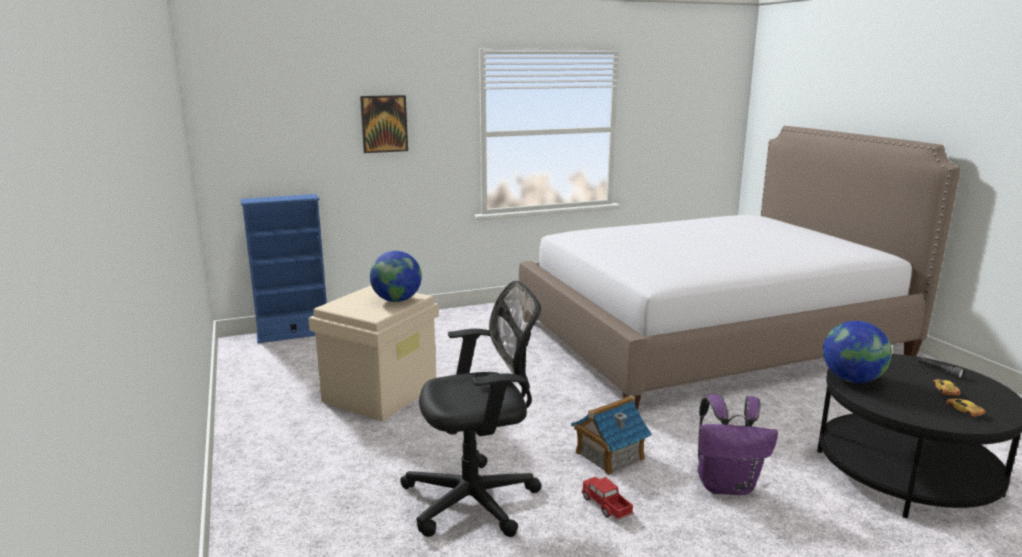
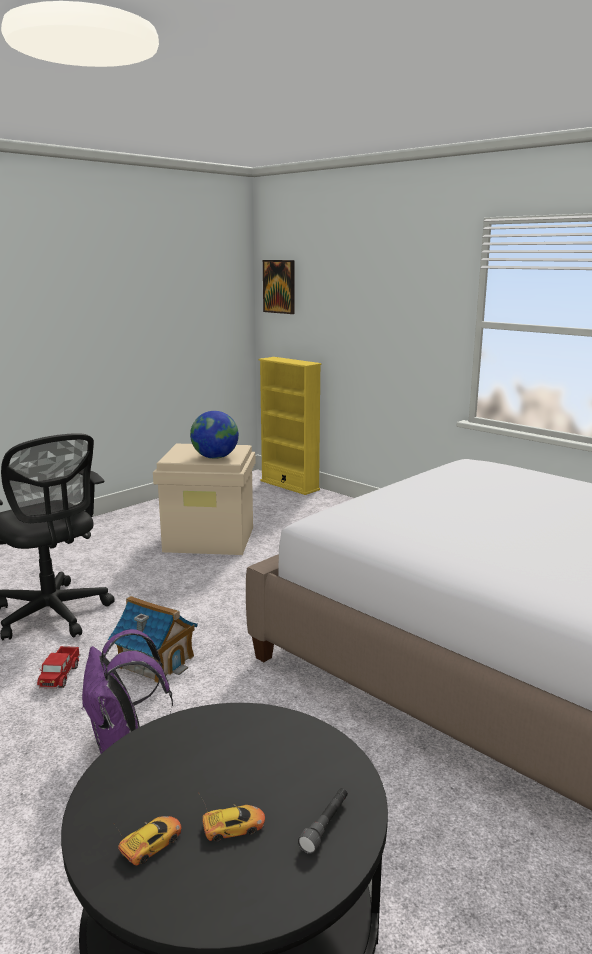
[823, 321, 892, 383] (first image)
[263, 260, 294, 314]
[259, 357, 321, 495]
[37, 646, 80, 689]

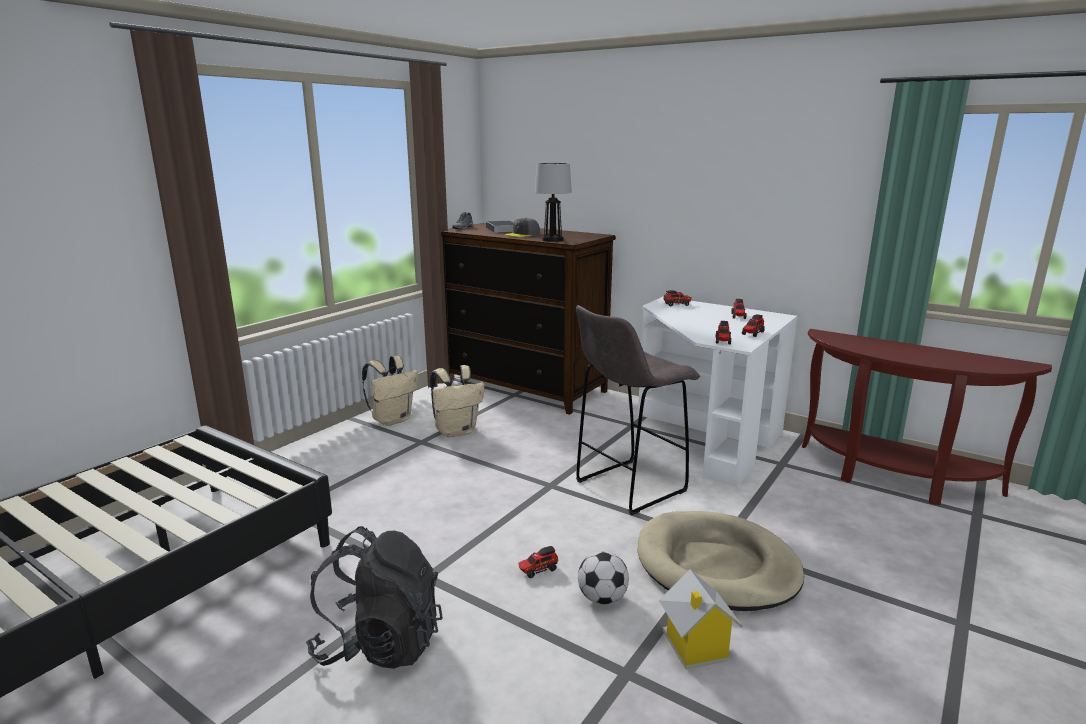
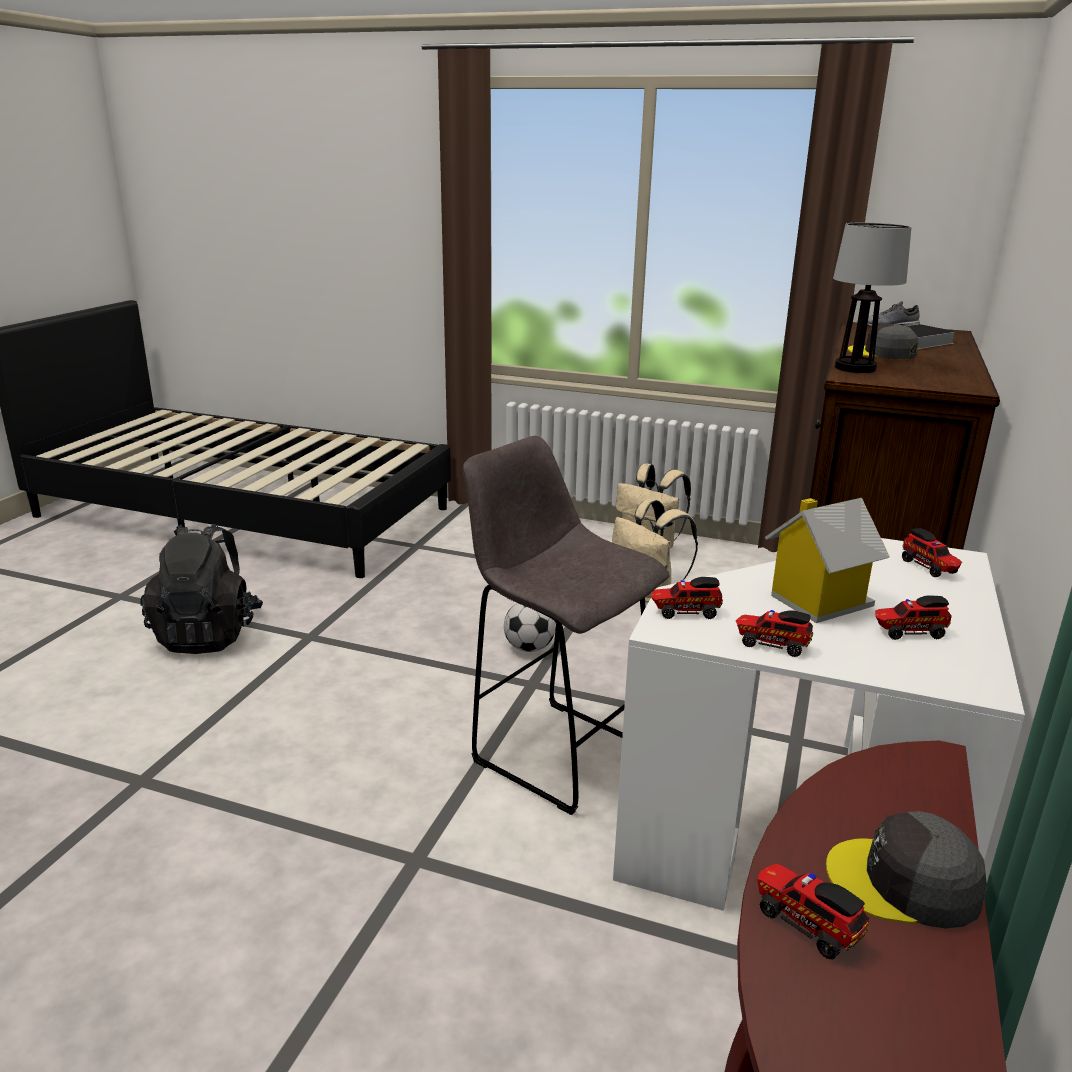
[638, 511, 804, 611] (first image)
[826, 811, 987, 929]
[757, 864, 869, 960]
[504, 603, 556, 652]
[765, 498, 890, 623]

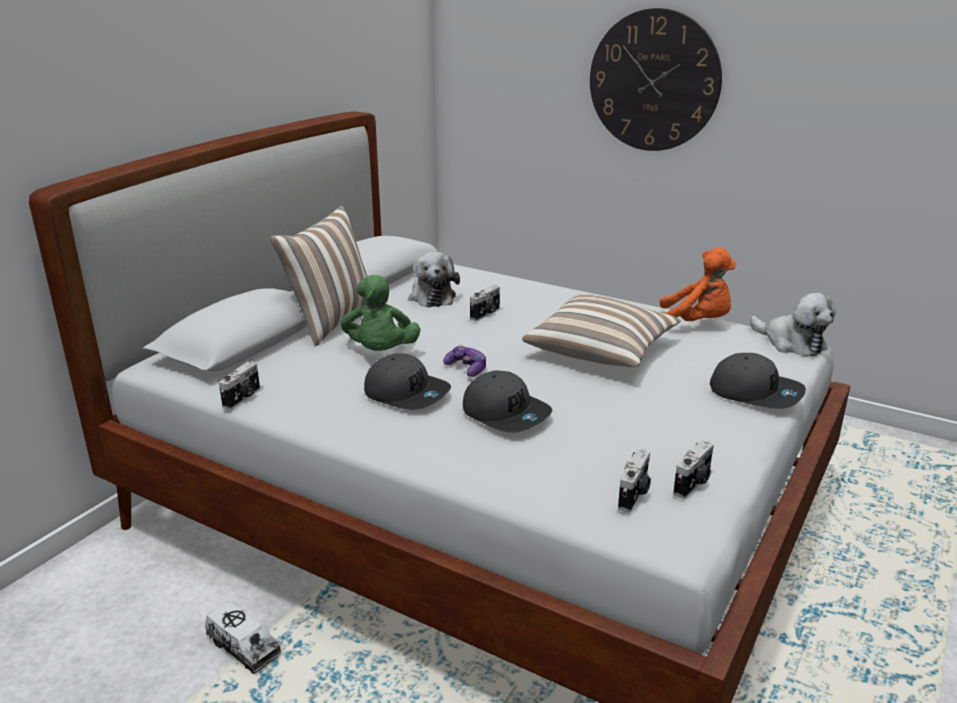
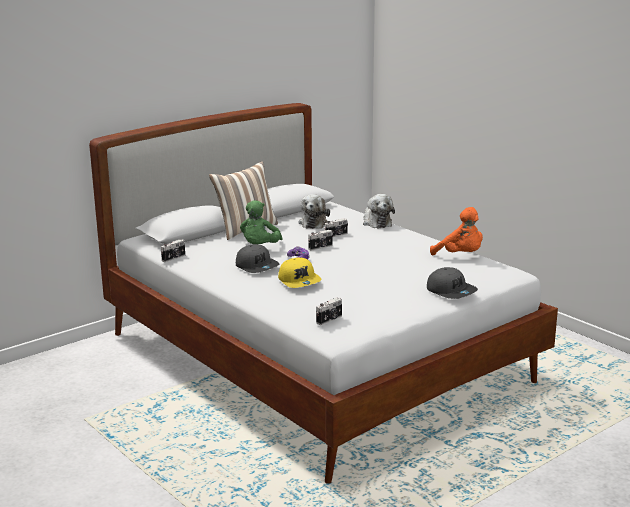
[205, 601, 281, 674] (first image)
[522, 294, 681, 367] (first image)
[590, 8, 722, 151] (first image)
[308, 230, 333, 250]
[363, 194, 395, 228]
[278, 257, 322, 288]

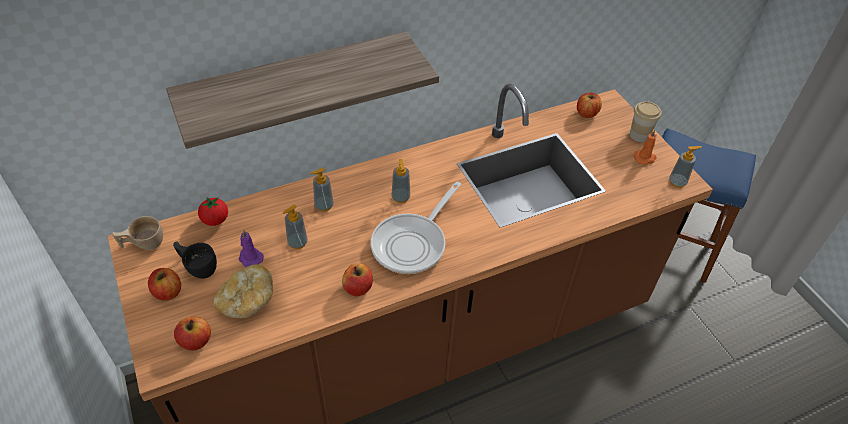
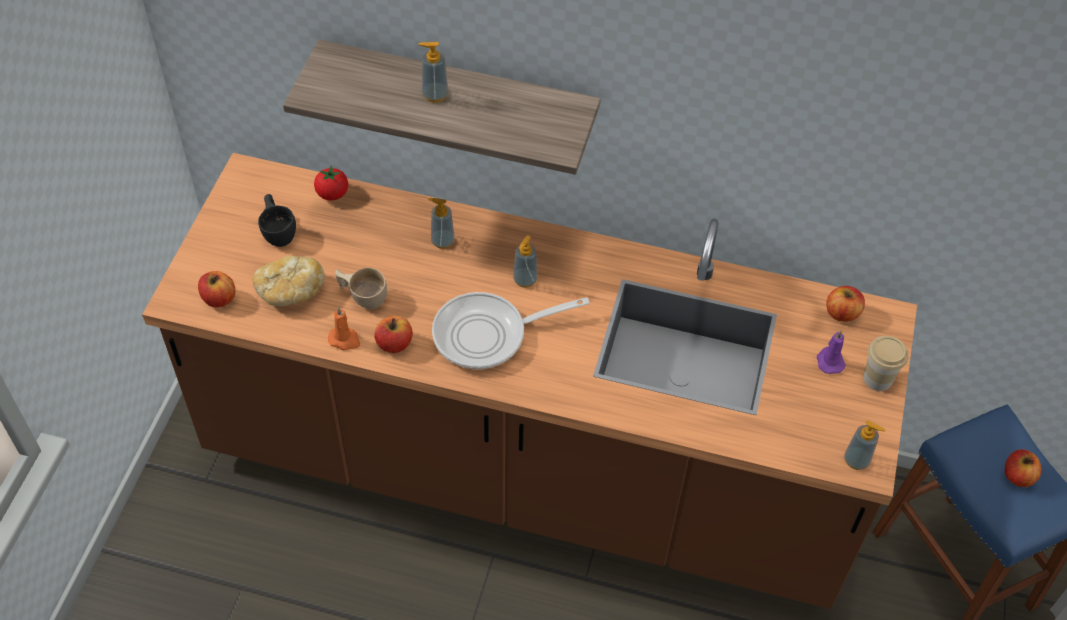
[335, 268, 387, 309]
[1005, 449, 1041, 487]
[817, 331, 846, 374]
[419, 42, 448, 103]
[328, 307, 360, 350]

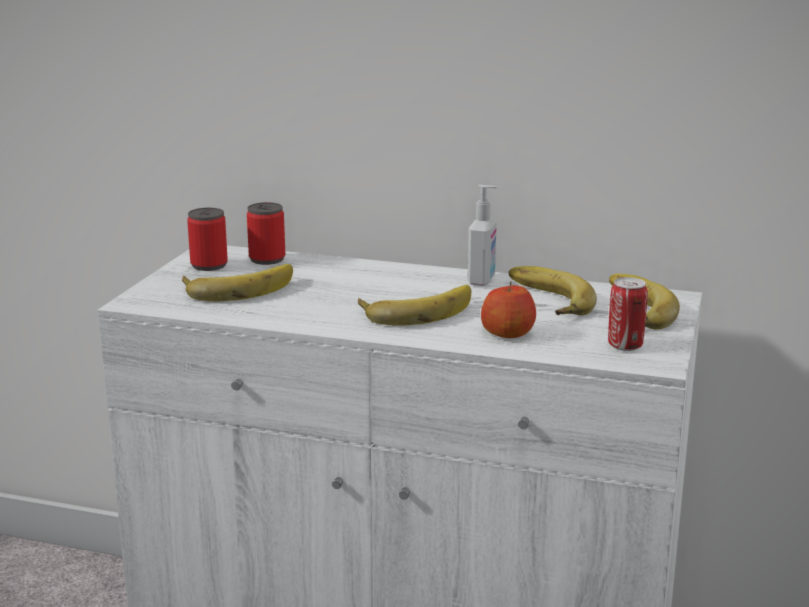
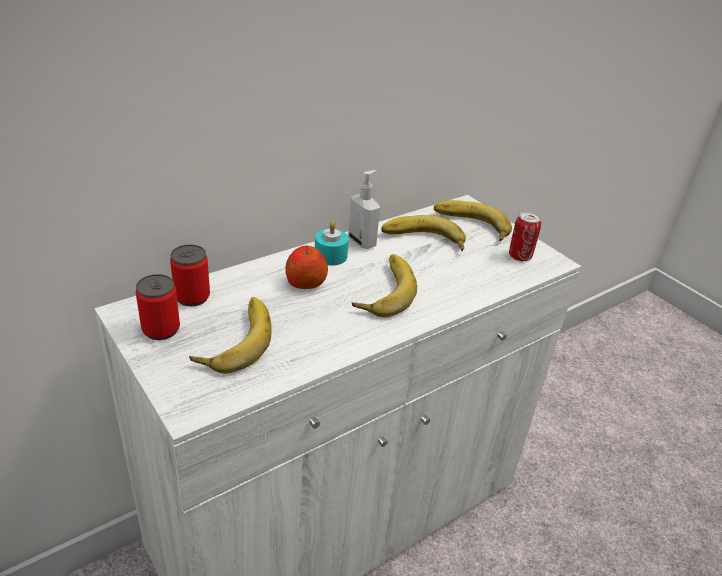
[315, 221, 349, 266]
[285, 246, 328, 289]

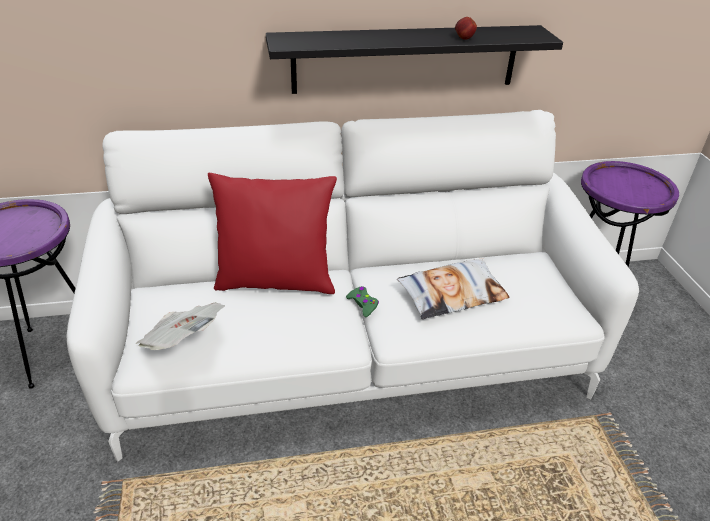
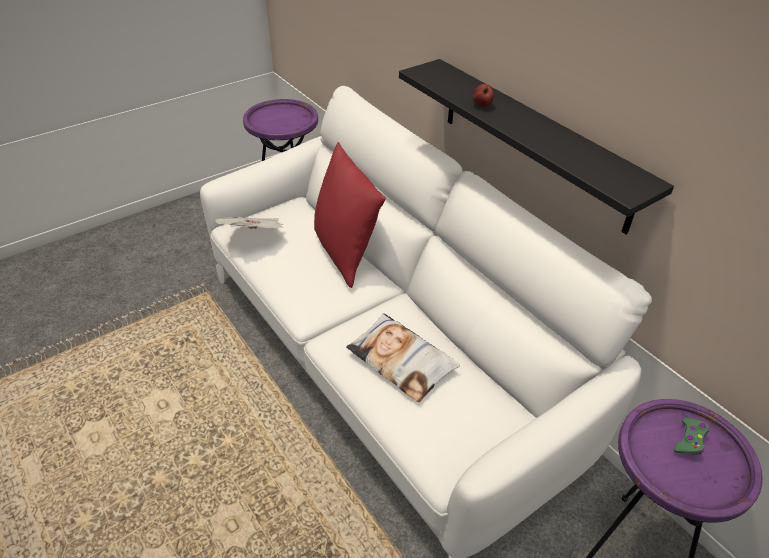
[674, 418, 710, 455]
[473, 84, 494, 107]

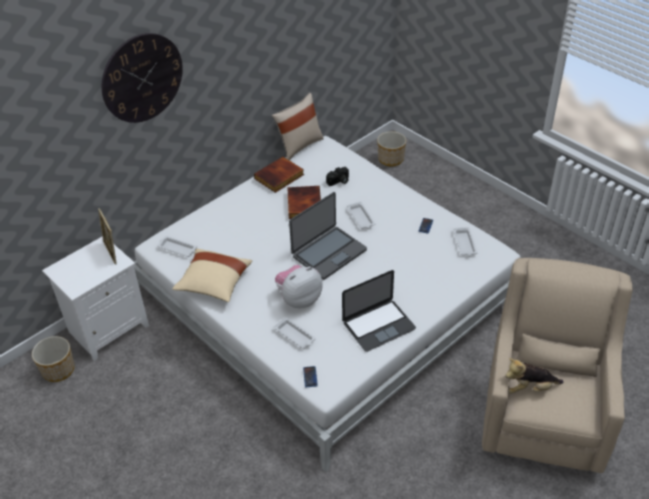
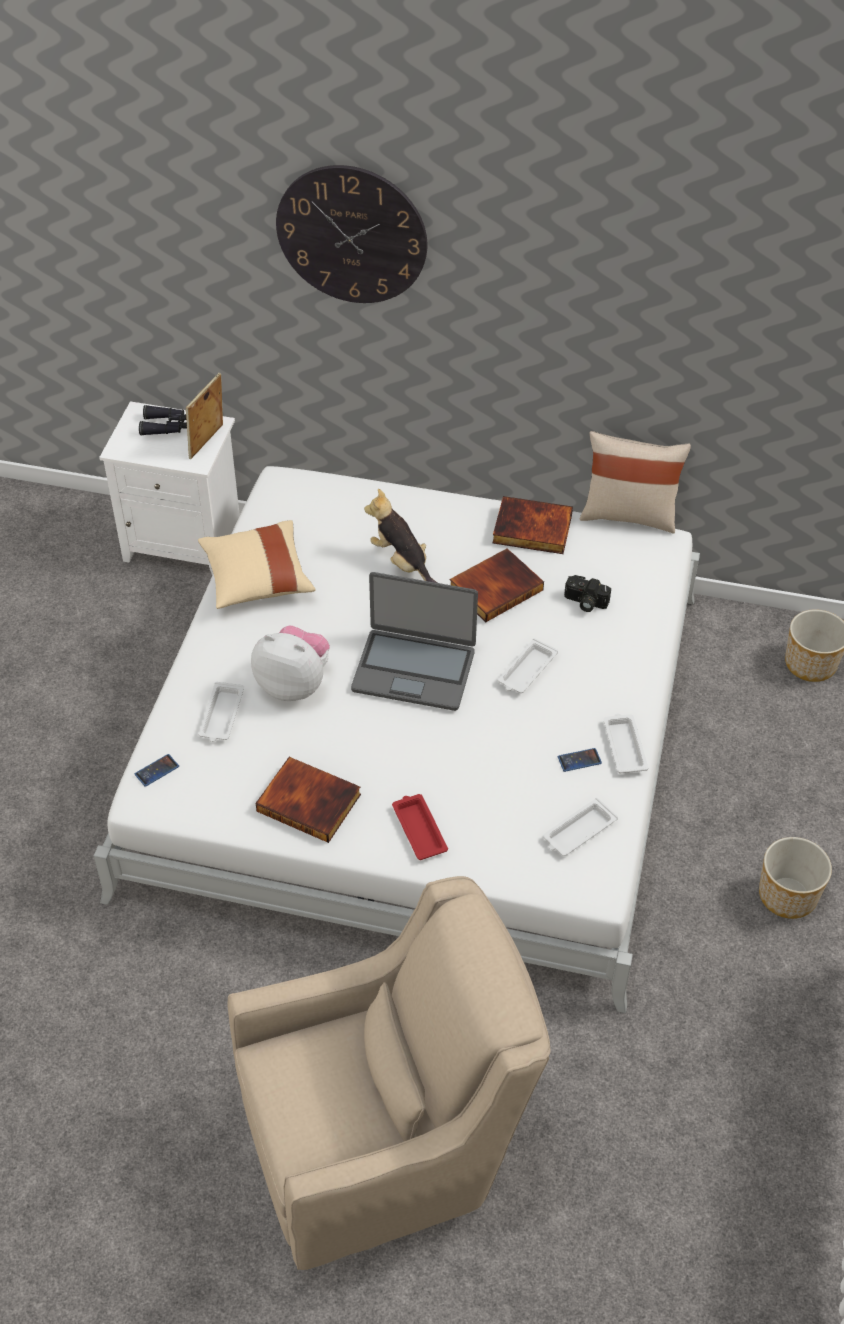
[139, 405, 187, 436]
[392, 794, 448, 860]
[759, 837, 832, 919]
[603, 714, 648, 773]
[364, 489, 437, 583]
[256, 757, 361, 843]

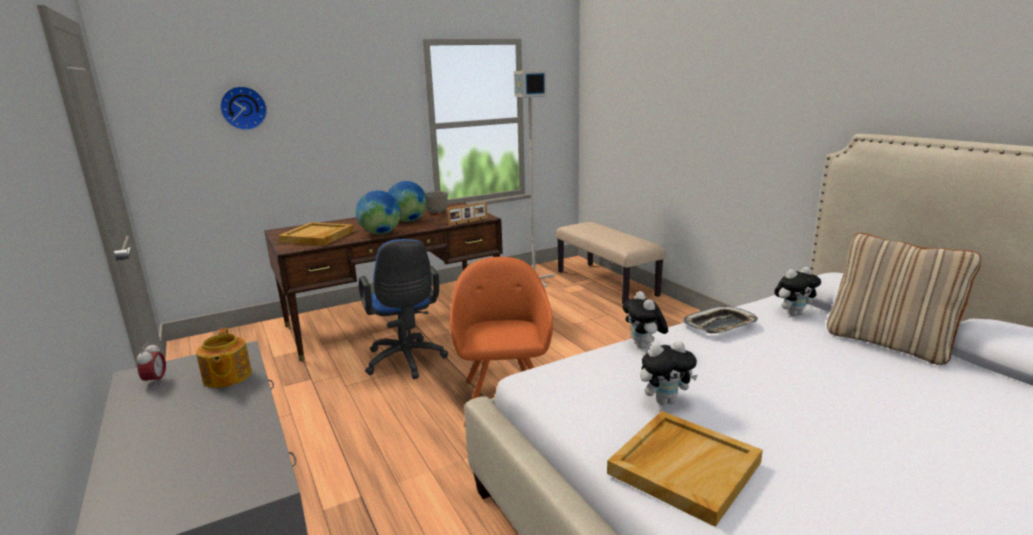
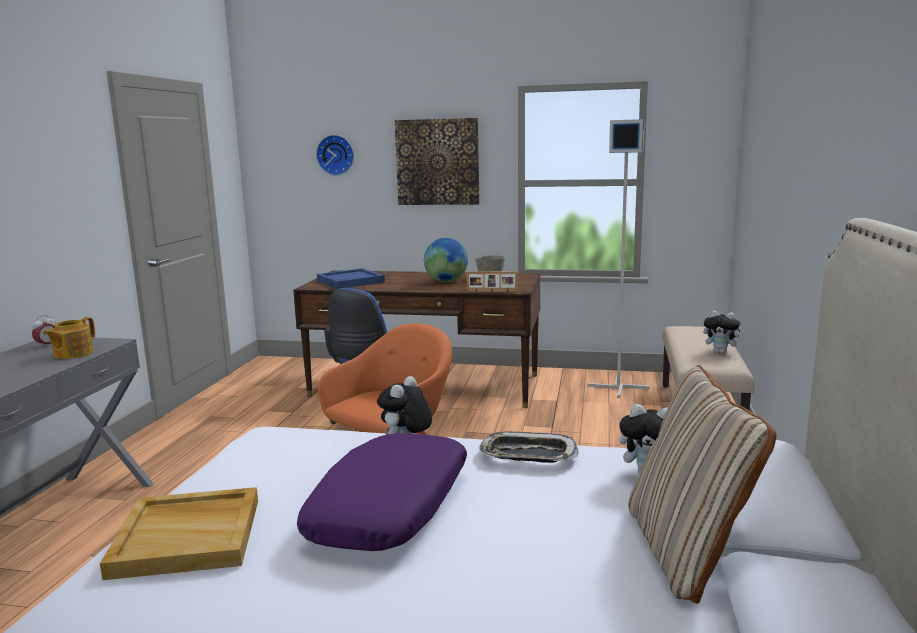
[356, 190, 401, 234] (first image)
[297, 433, 467, 551]
[395, 118, 479, 205]
[703, 311, 744, 354]
[317, 268, 385, 289]

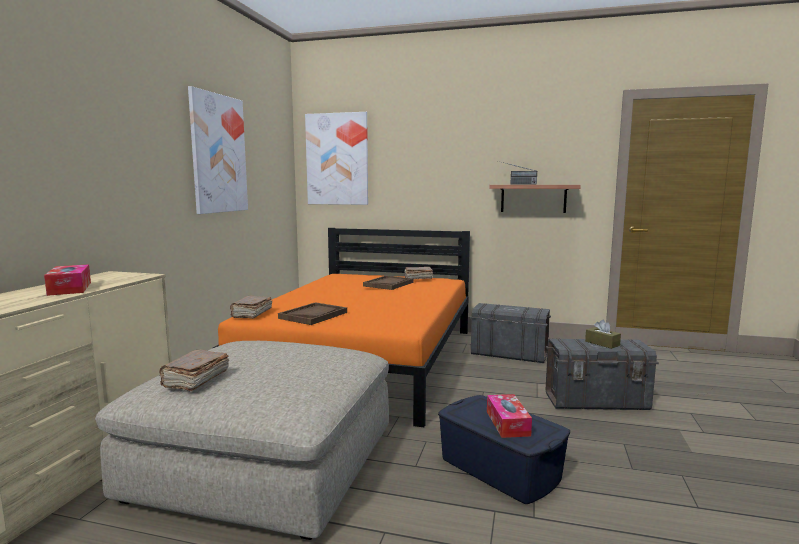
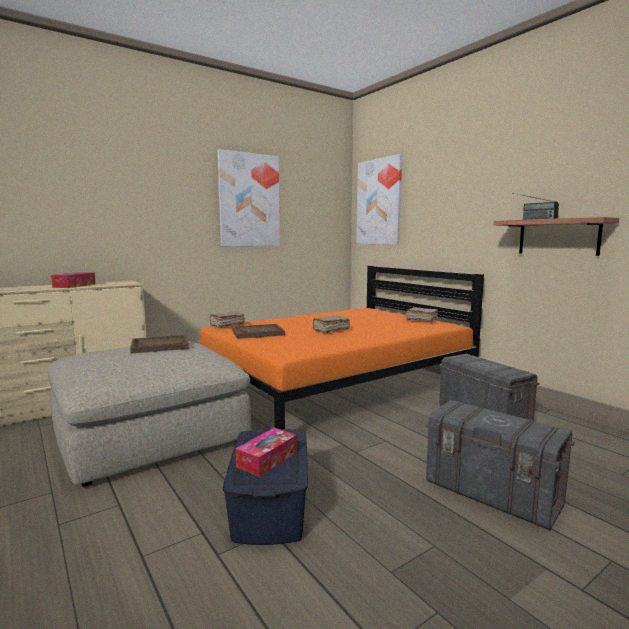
[585, 320, 621, 349] (first image)
[313, 315, 350, 333]
[130, 335, 189, 353]

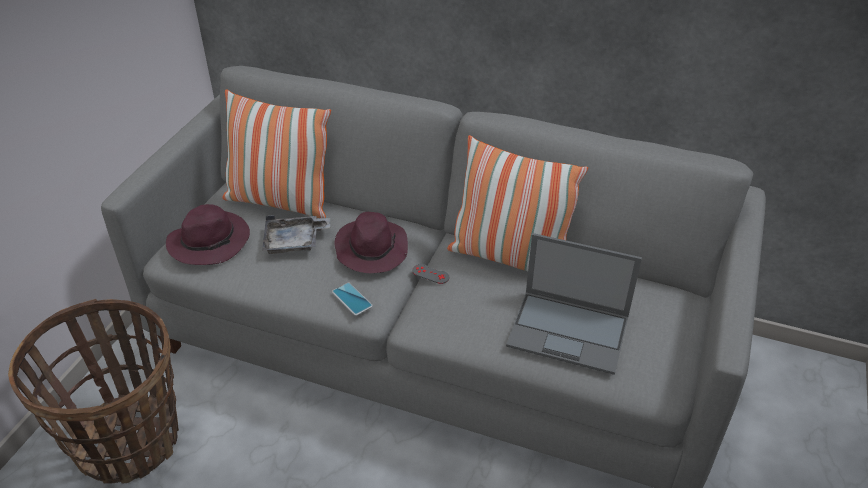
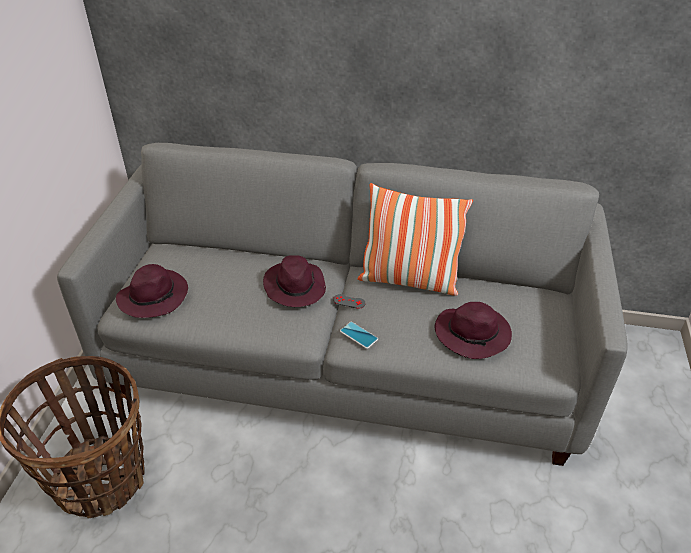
[222, 90, 331, 218] (first image)
[262, 215, 330, 254] (first image)
[340, 322, 378, 349]
[435, 302, 512, 359]

